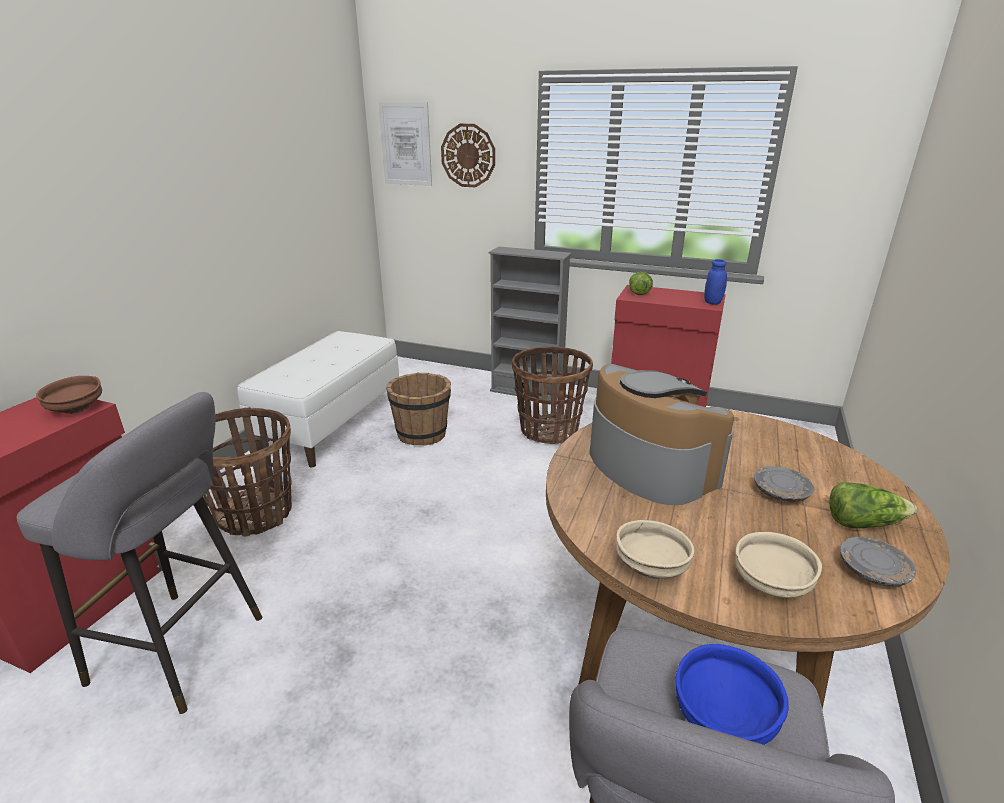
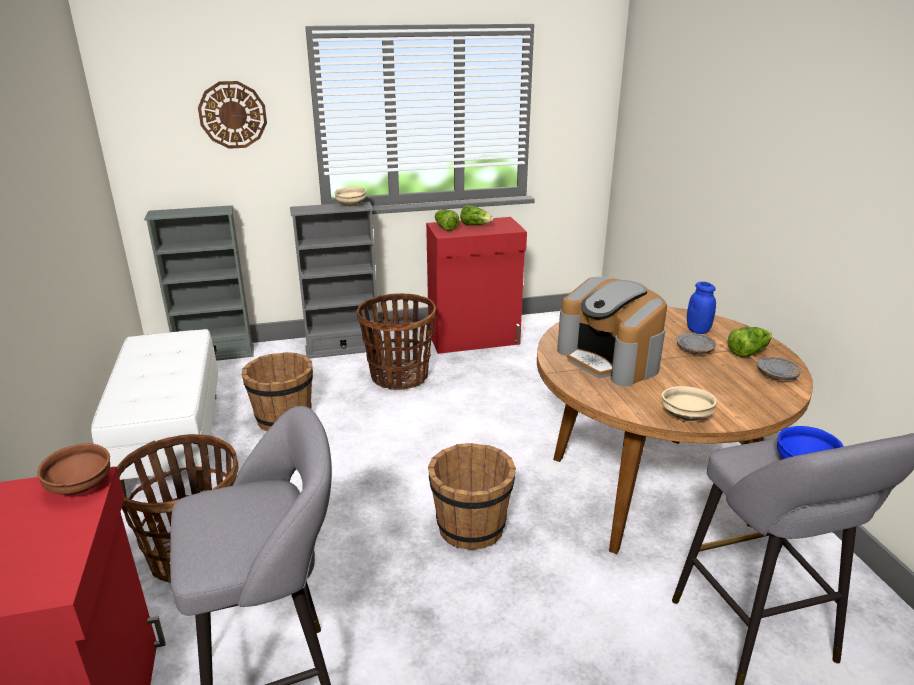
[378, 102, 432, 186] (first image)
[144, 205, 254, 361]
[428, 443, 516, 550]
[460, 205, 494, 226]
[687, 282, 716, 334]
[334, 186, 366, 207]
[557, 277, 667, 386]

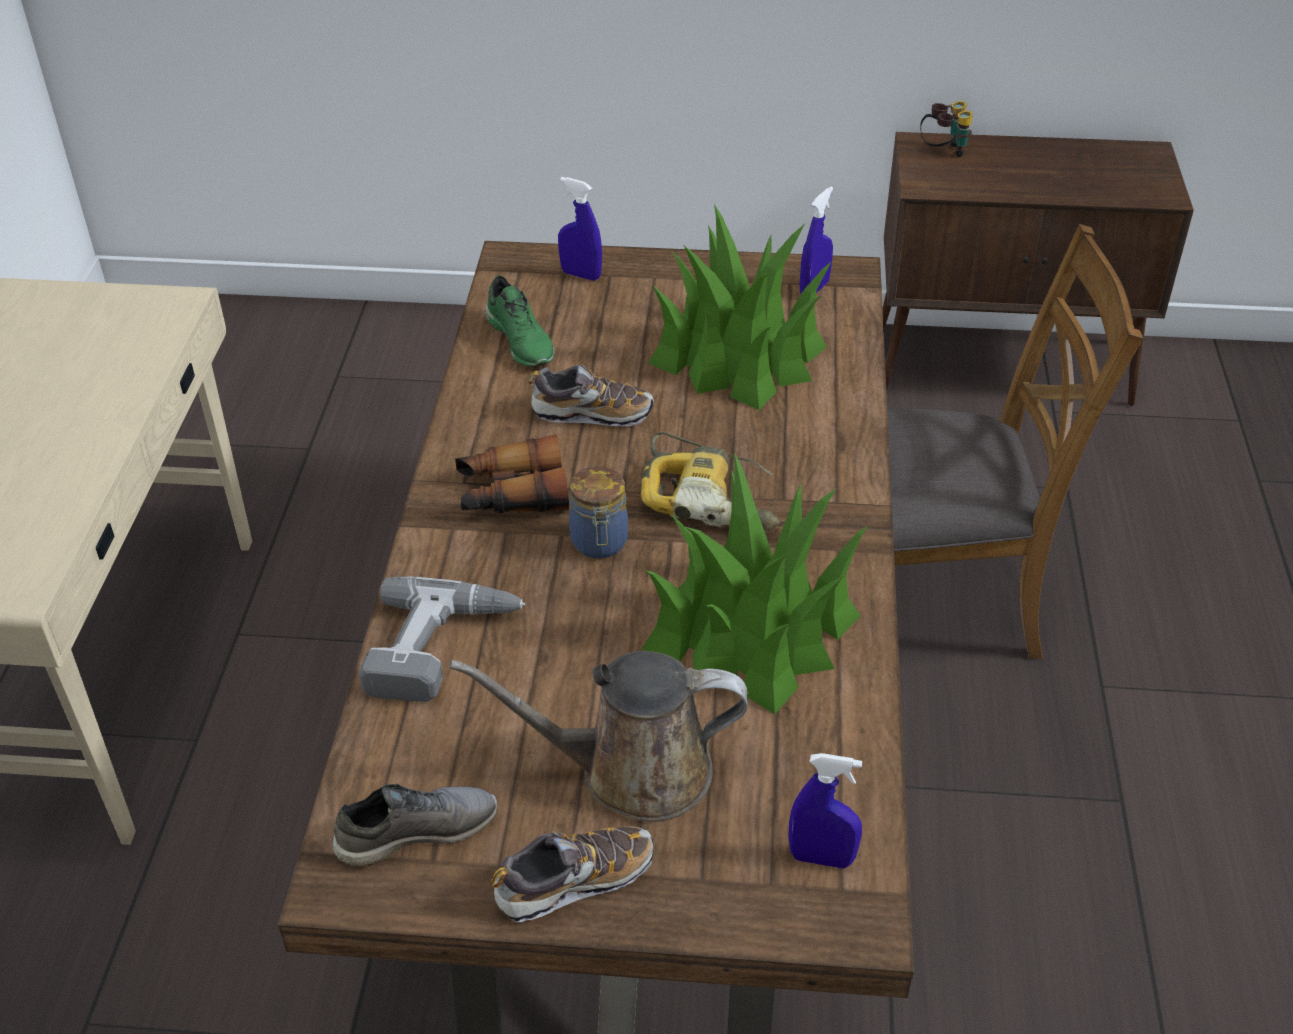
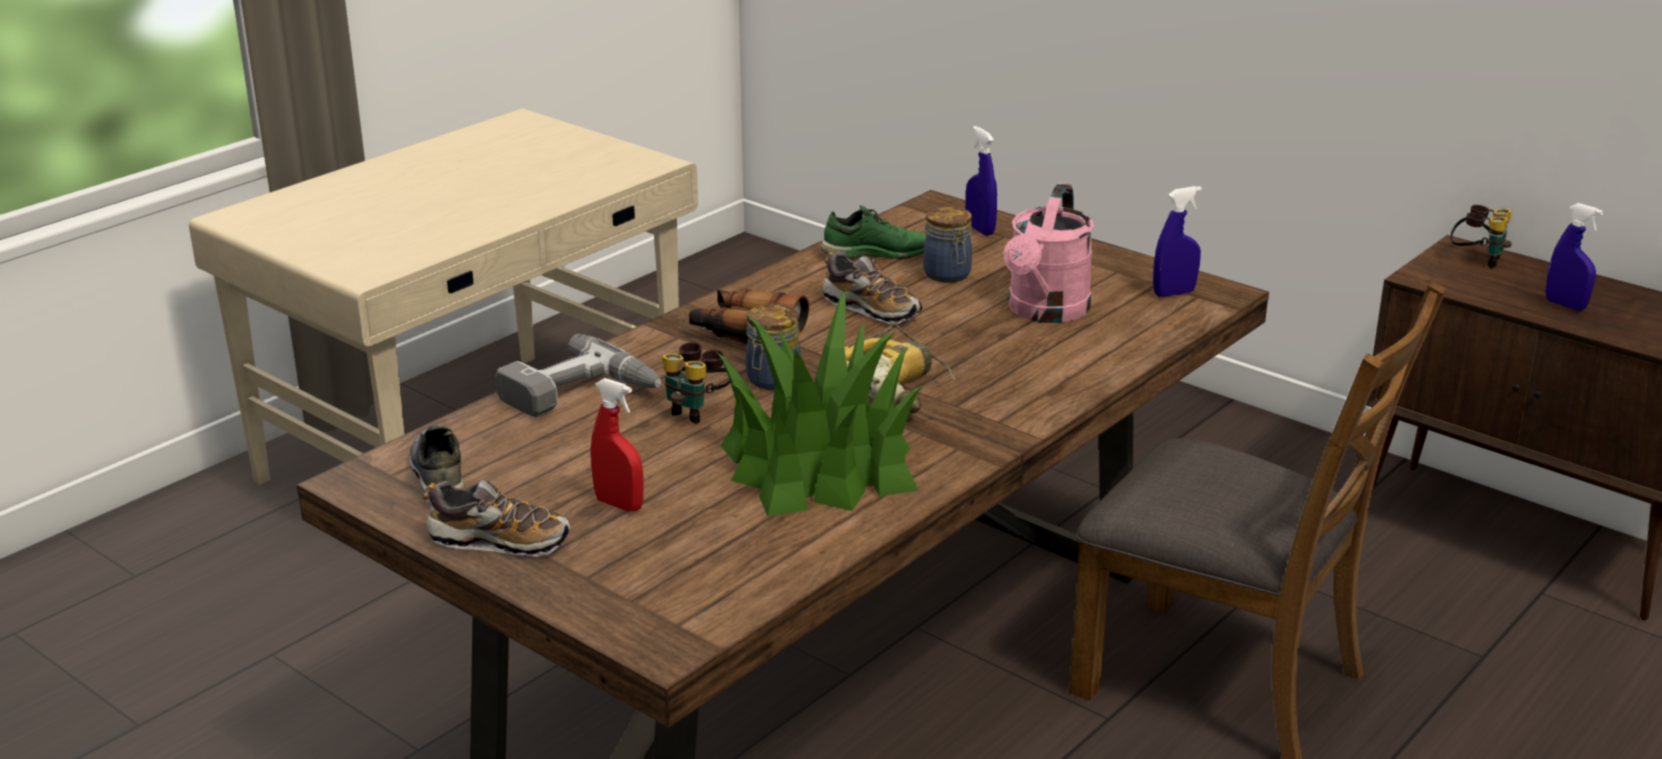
[662, 342, 730, 424]
[923, 206, 972, 283]
[1545, 203, 1603, 310]
[591, 378, 644, 511]
[1004, 183, 1094, 323]
[409, 426, 466, 496]
[821, 205, 927, 259]

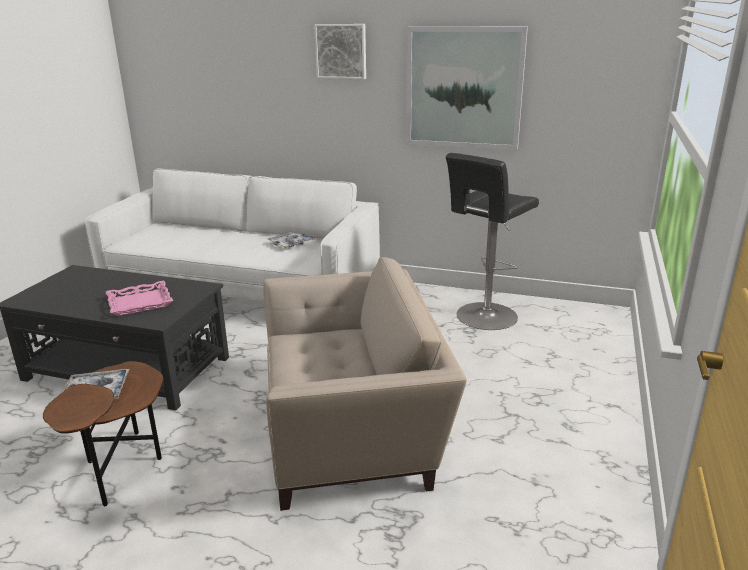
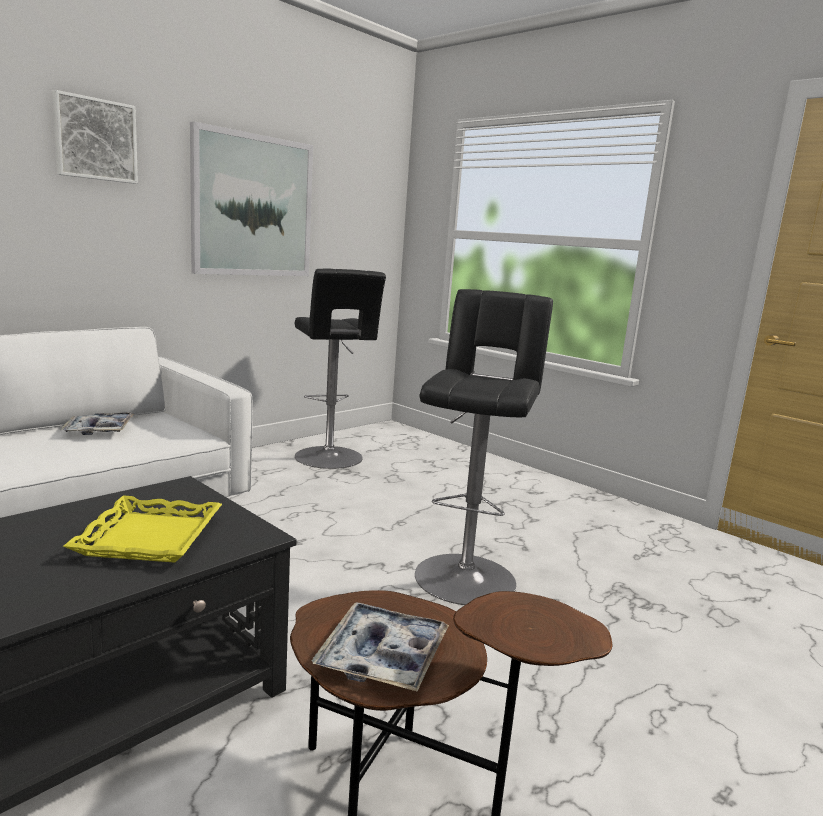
[415, 289, 553, 605]
[63, 495, 222, 563]

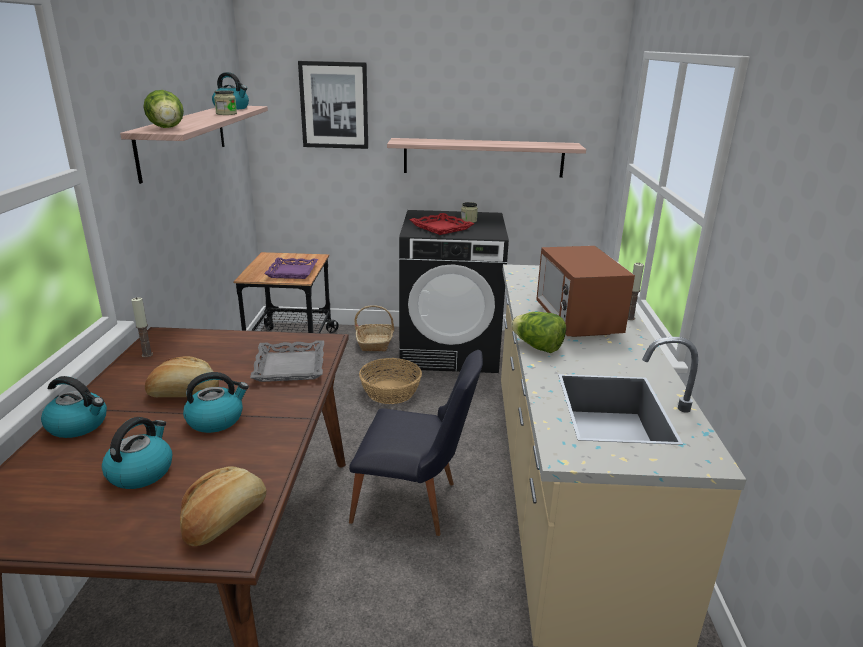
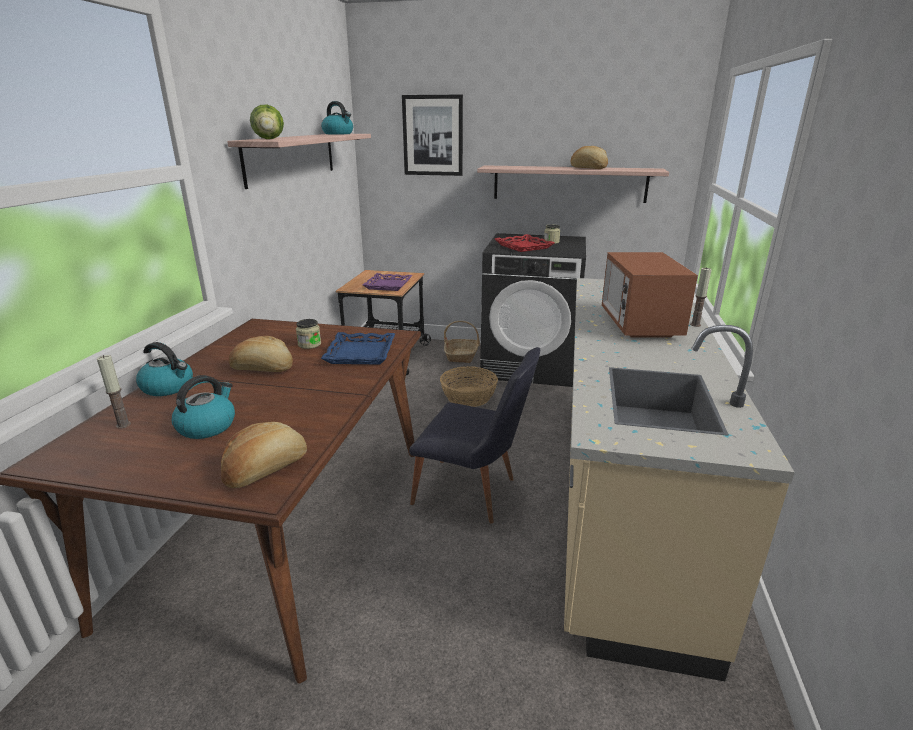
[183, 372, 249, 433] (first image)
[511, 312, 566, 353] (first image)
[571, 146, 608, 169]
[97, 355, 131, 429]
[296, 319, 321, 349]
[321, 332, 395, 365]

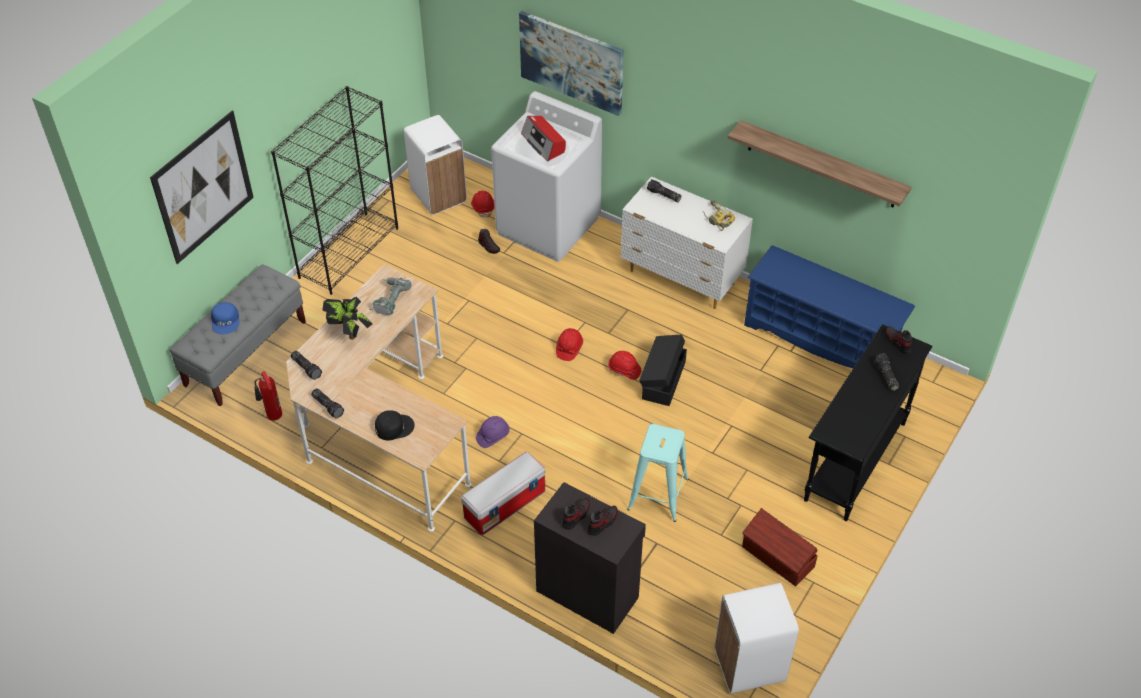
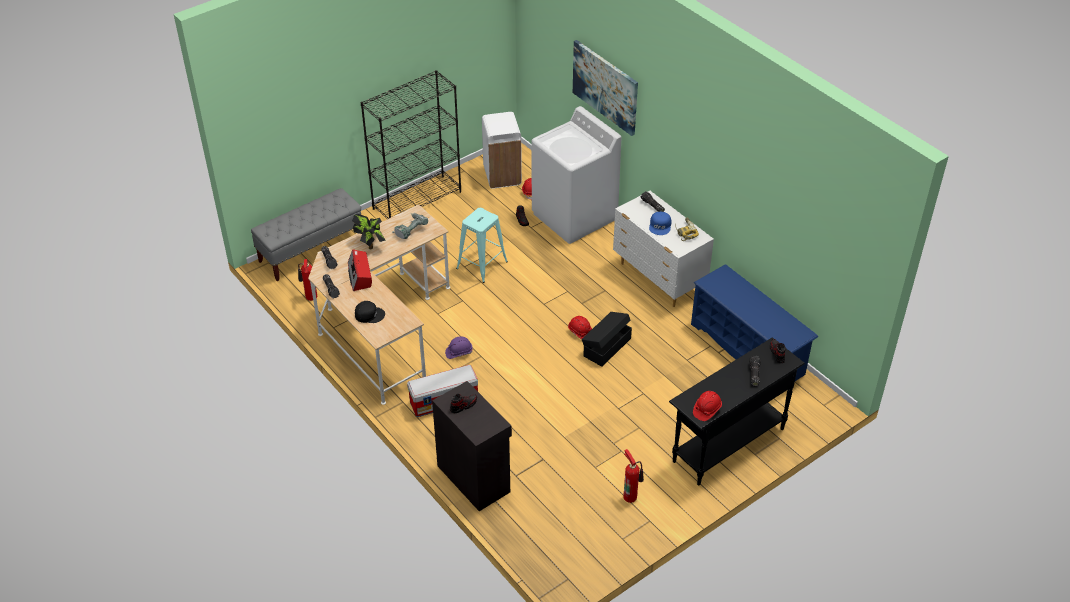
[150, 111, 254, 264] (first image)
[587, 506, 617, 536] (first image)
[715, 583, 799, 694] (first image)
[728, 120, 911, 207] (first image)
[649, 212, 671, 235]
[348, 249, 372, 291]
[693, 391, 722, 421]
[456, 208, 508, 283]
[623, 449, 644, 503]

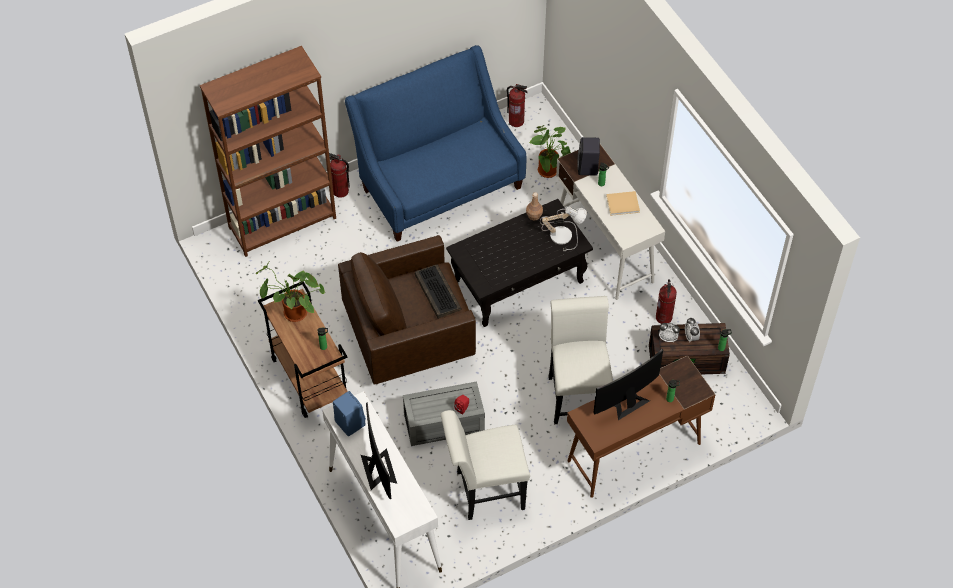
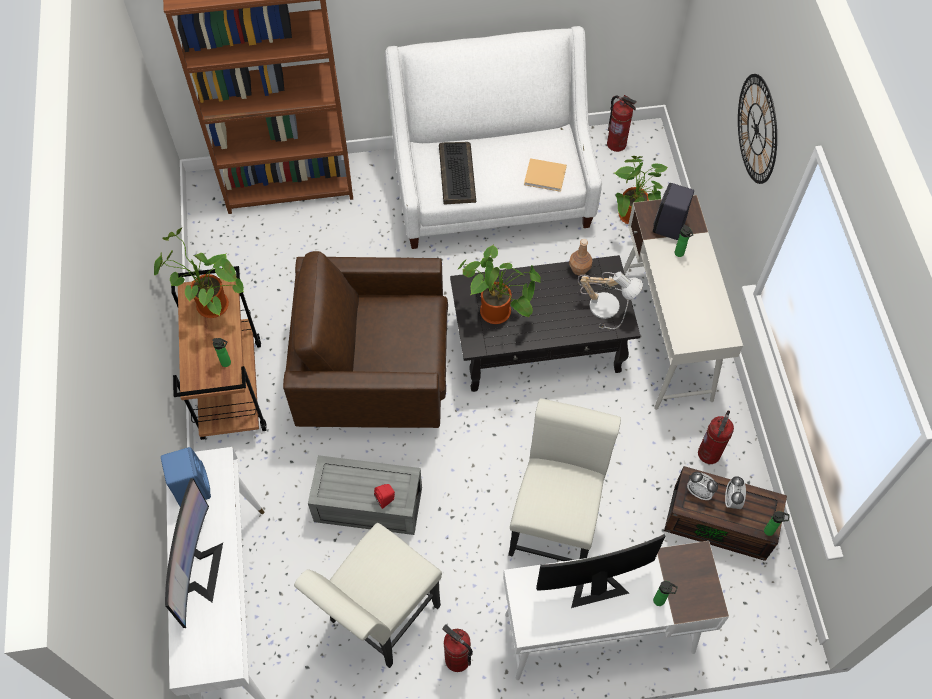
[458, 245, 541, 324]
[738, 74, 777, 184]
[442, 625, 473, 672]
[439, 142, 476, 205]
[524, 158, 567, 192]
[385, 26, 602, 249]
[503, 541, 729, 680]
[294, 523, 442, 668]

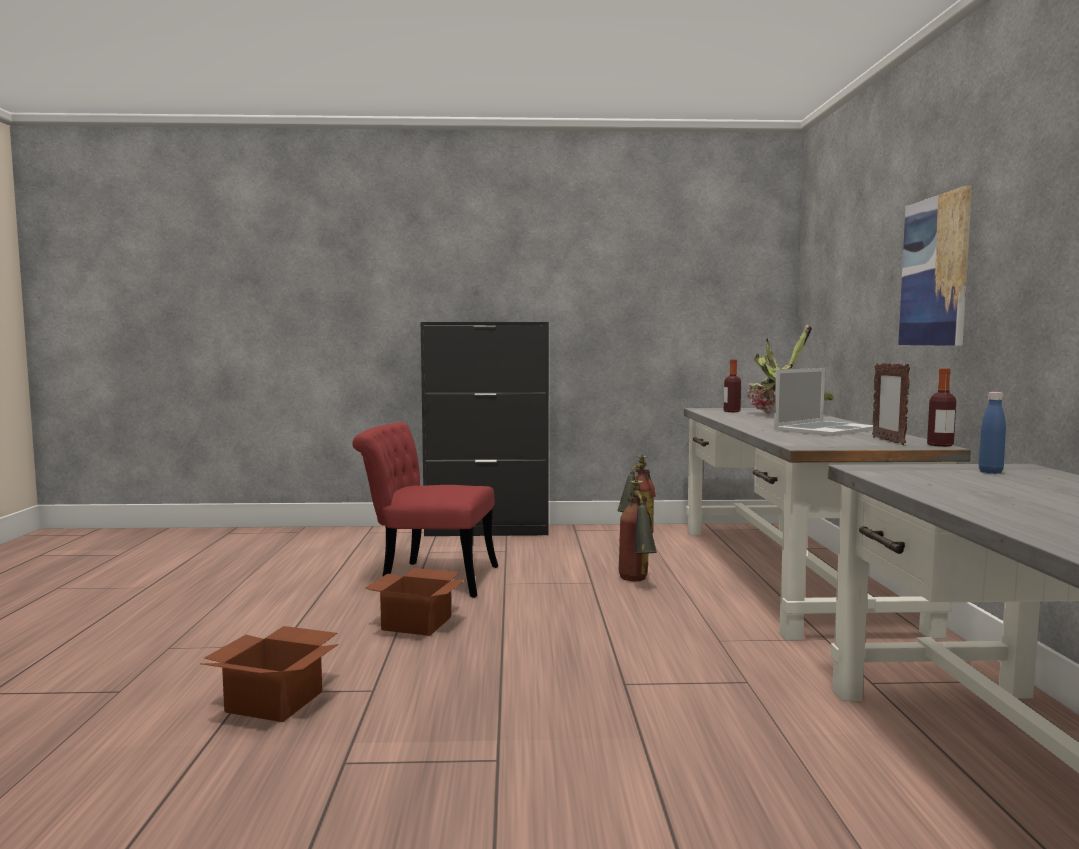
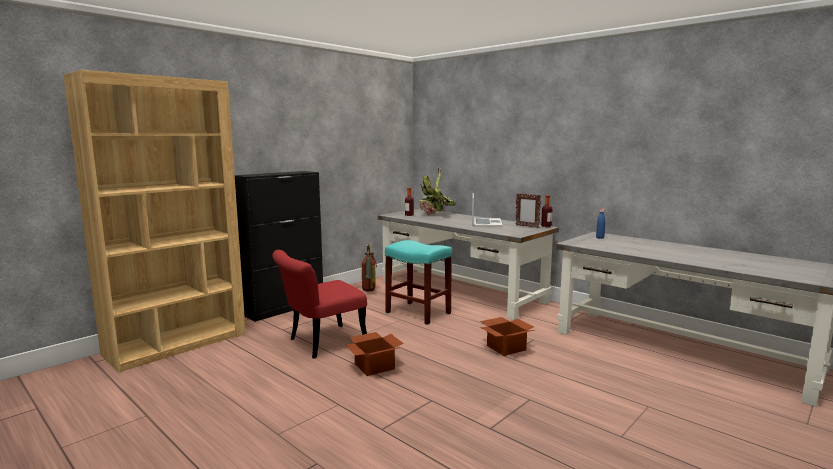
[898, 185, 972, 346] (first image)
[63, 70, 246, 373]
[480, 317, 534, 356]
[385, 240, 452, 325]

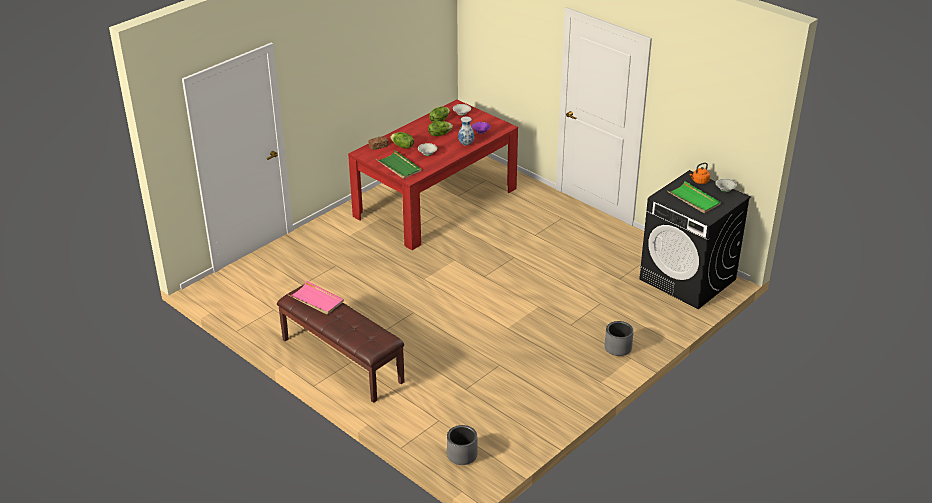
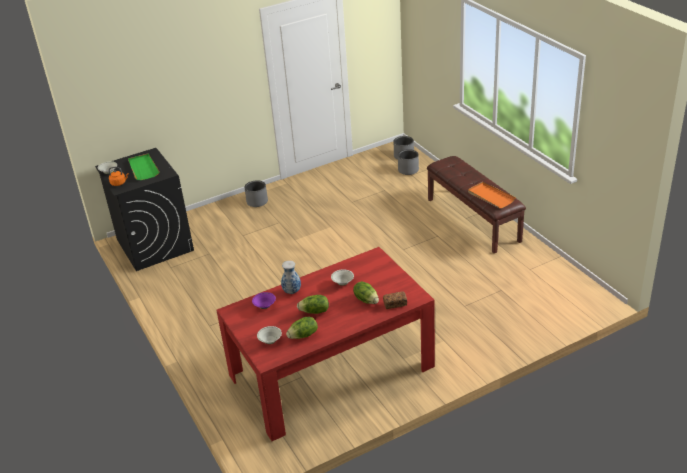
[375, 150, 421, 179] (first image)
[398, 149, 419, 175]
[468, 182, 516, 208]

